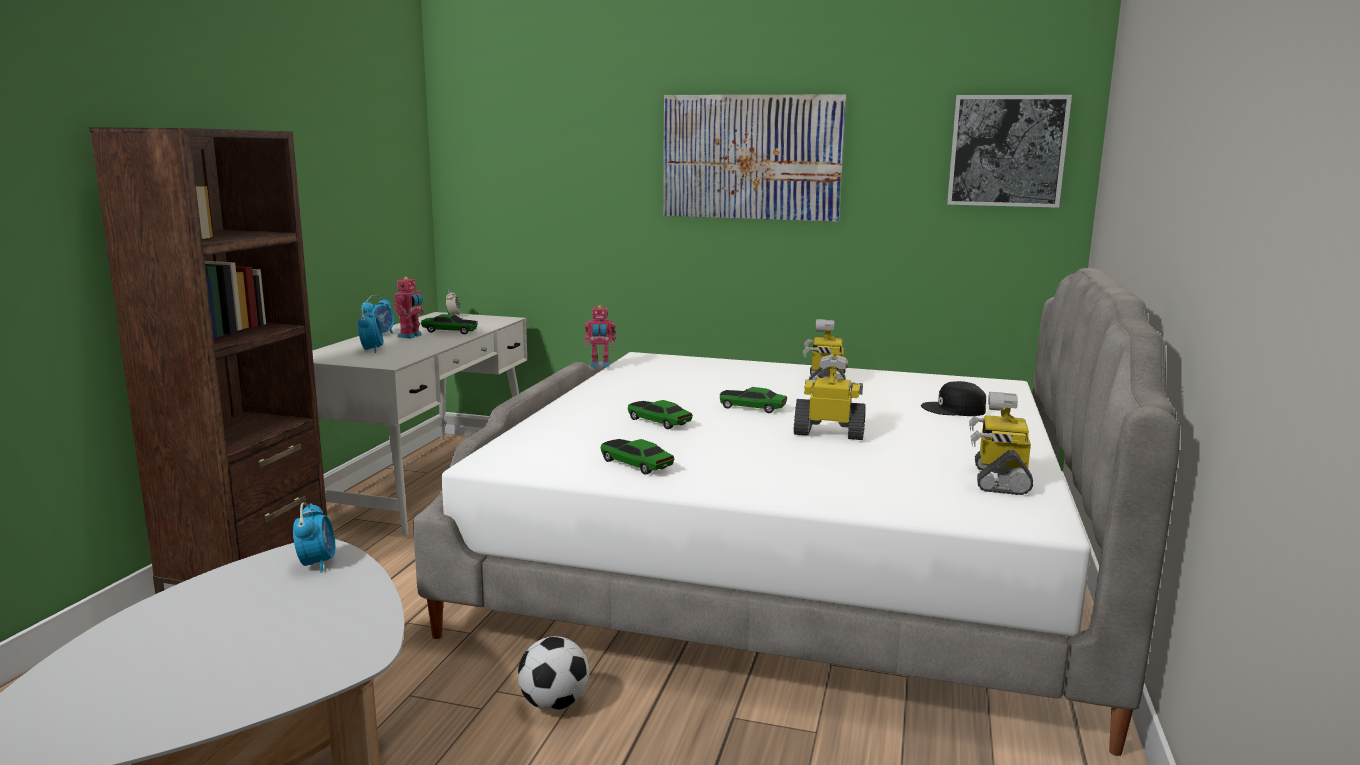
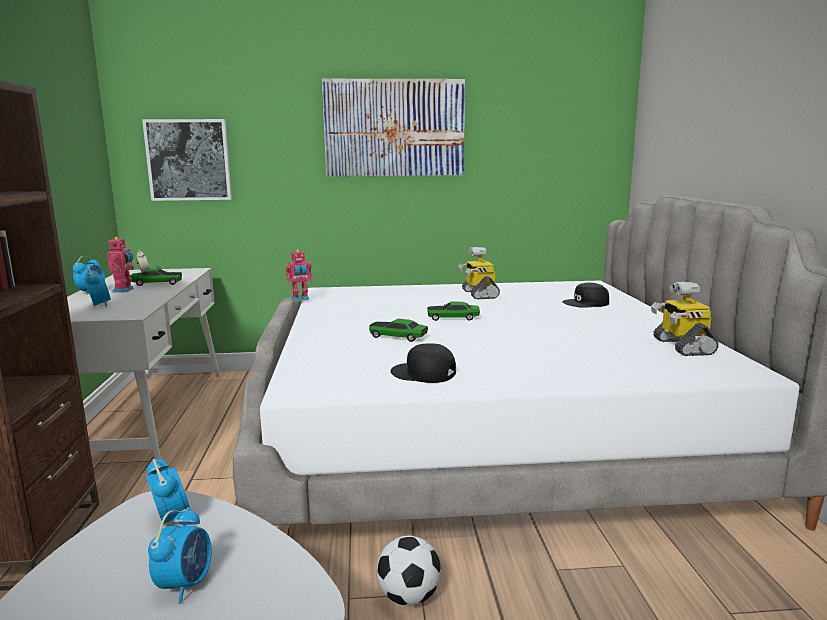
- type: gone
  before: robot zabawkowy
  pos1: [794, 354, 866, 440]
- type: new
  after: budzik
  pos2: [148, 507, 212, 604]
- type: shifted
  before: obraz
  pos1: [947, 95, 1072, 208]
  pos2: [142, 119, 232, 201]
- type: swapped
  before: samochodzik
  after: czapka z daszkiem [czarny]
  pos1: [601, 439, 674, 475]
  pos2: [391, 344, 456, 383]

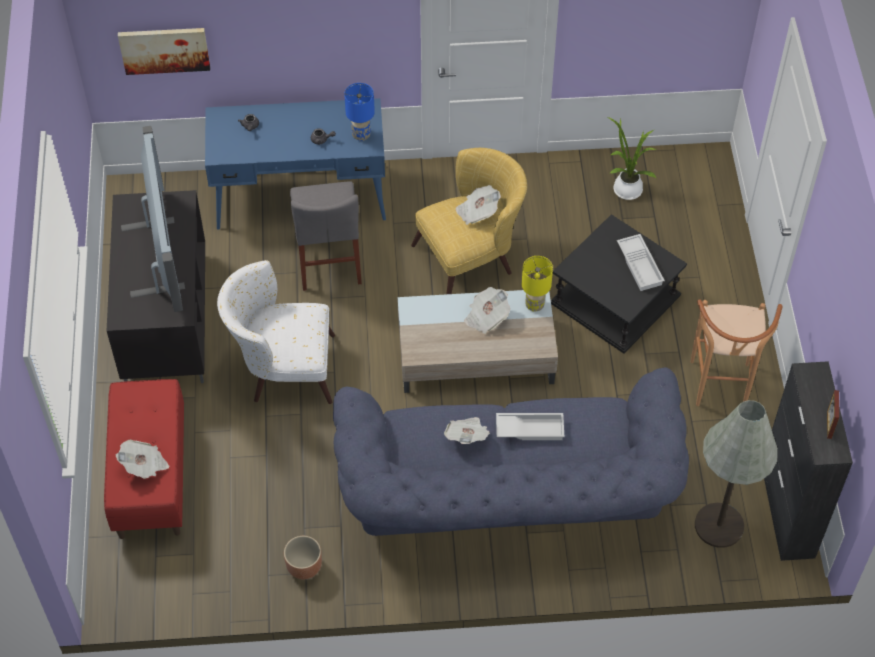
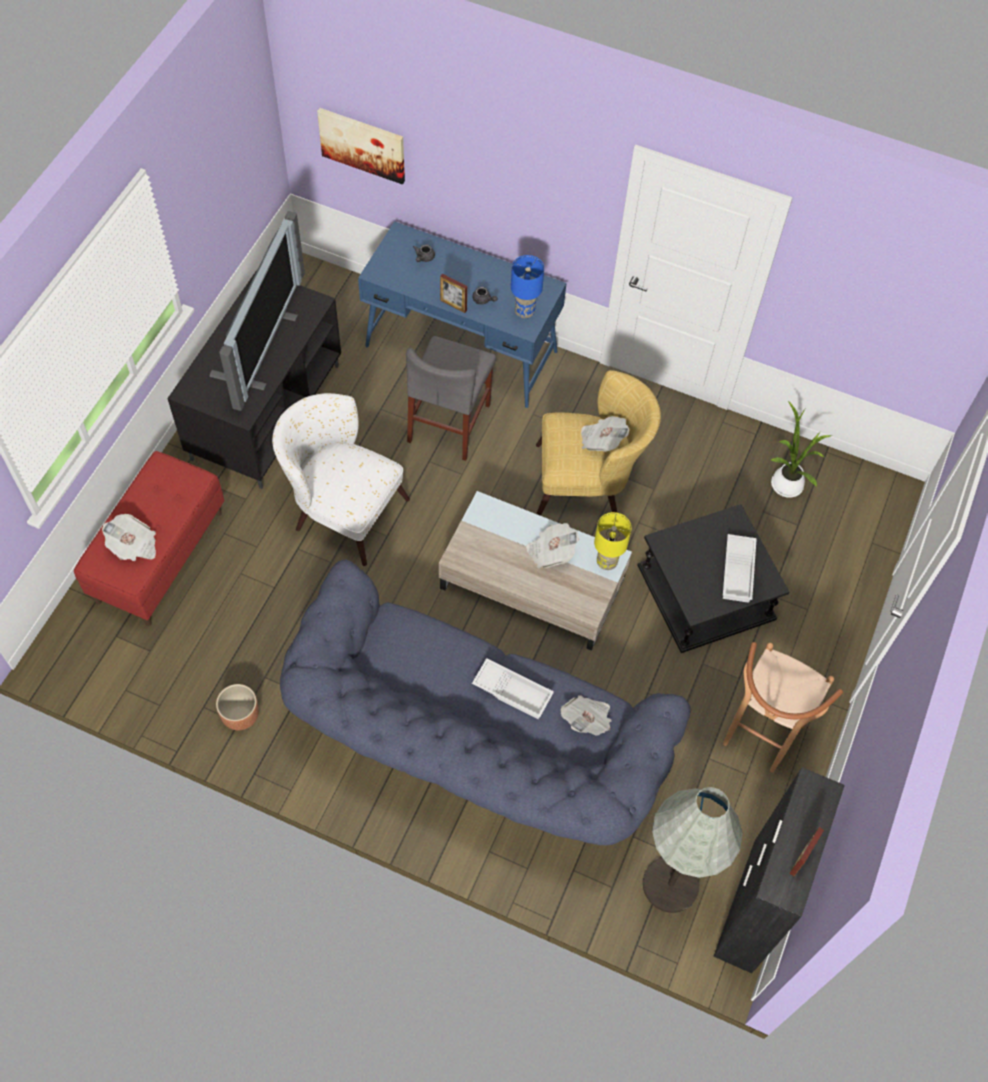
- type: new
  after: ramka na zdjęcie
  pos2: [440, 274, 467, 313]
- type: shifted
  before: gazeta
  pos1: [444, 417, 490, 444]
  pos2: [561, 695, 612, 736]

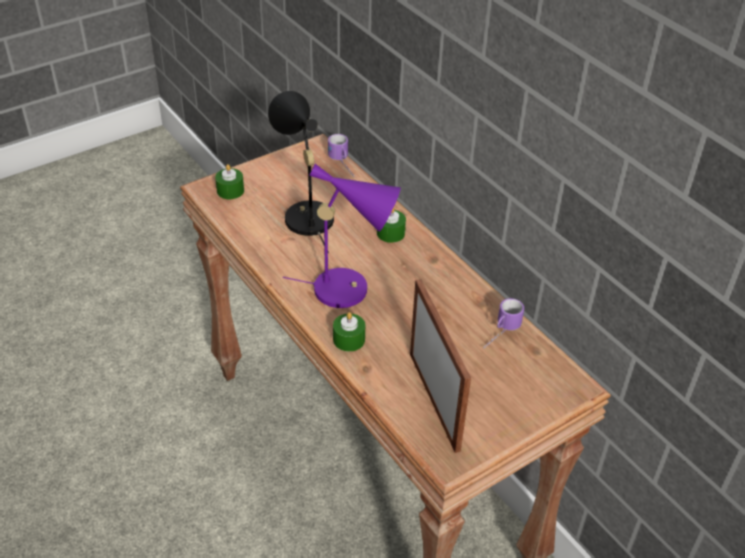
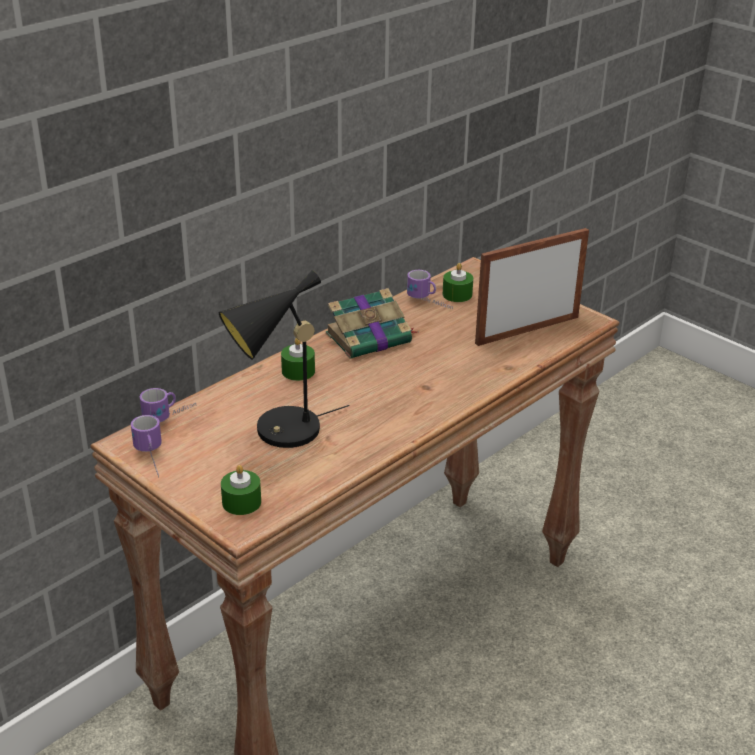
- type: gone
  before: lampa stołowa [fioletowy]
  pos1: [283, 164, 401, 308]
- type: new
  after: kubek
  pos2: [131, 415, 162, 478]
- type: new
  after: książka
  pos2: [326, 288, 417, 359]
- type: shifted
  before: świeca [zielony]
  pos1: [333, 312, 365, 352]
  pos2: [443, 263, 473, 302]

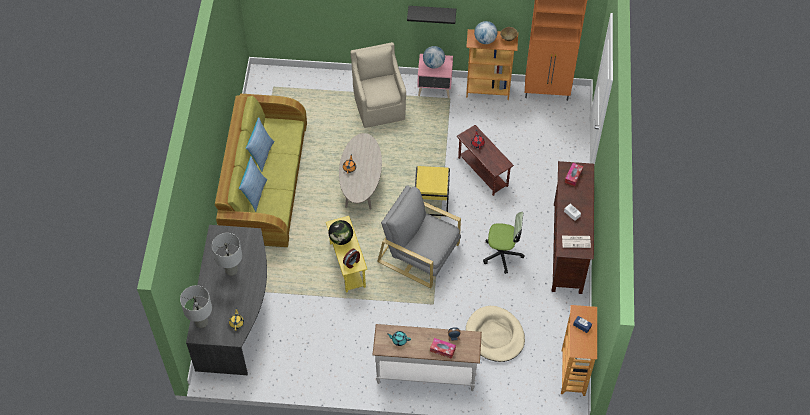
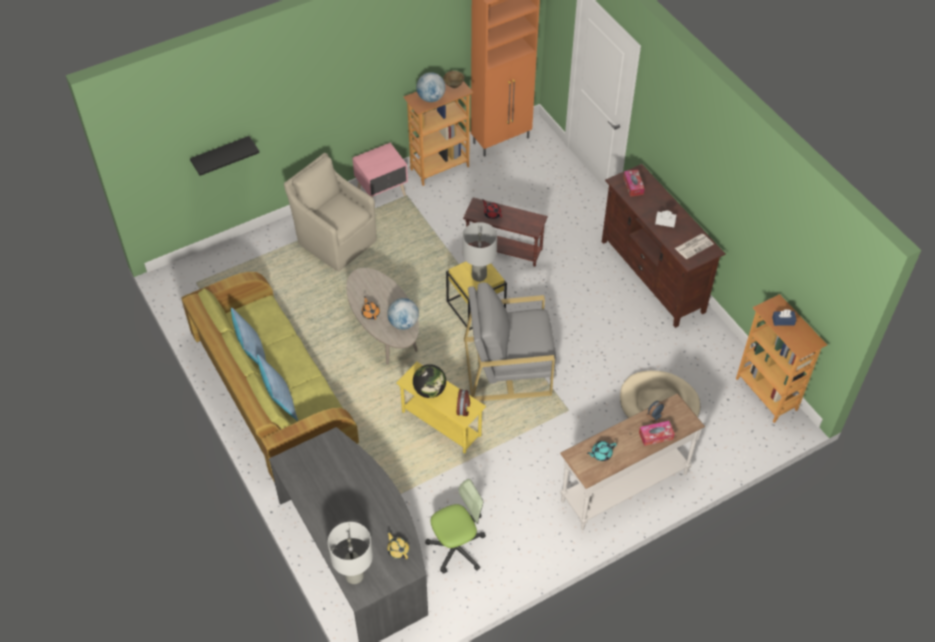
- type: shifted
  before: lampa stołowa [szary]
  pos1: [212, 233, 242, 276]
  pos2: [462, 222, 497, 282]
- type: shifted
  before: półka [czarny]
  pos1: [407, 6, 456, 24]
  pos2: [190, 136, 260, 176]
- type: shifted
  before: globus
  pos1: [423, 46, 445, 68]
  pos2: [387, 298, 419, 330]
- type: shifted
  before: krzesło biurowe
  pos1: [483, 212, 524, 274]
  pos2: [425, 479, 486, 574]

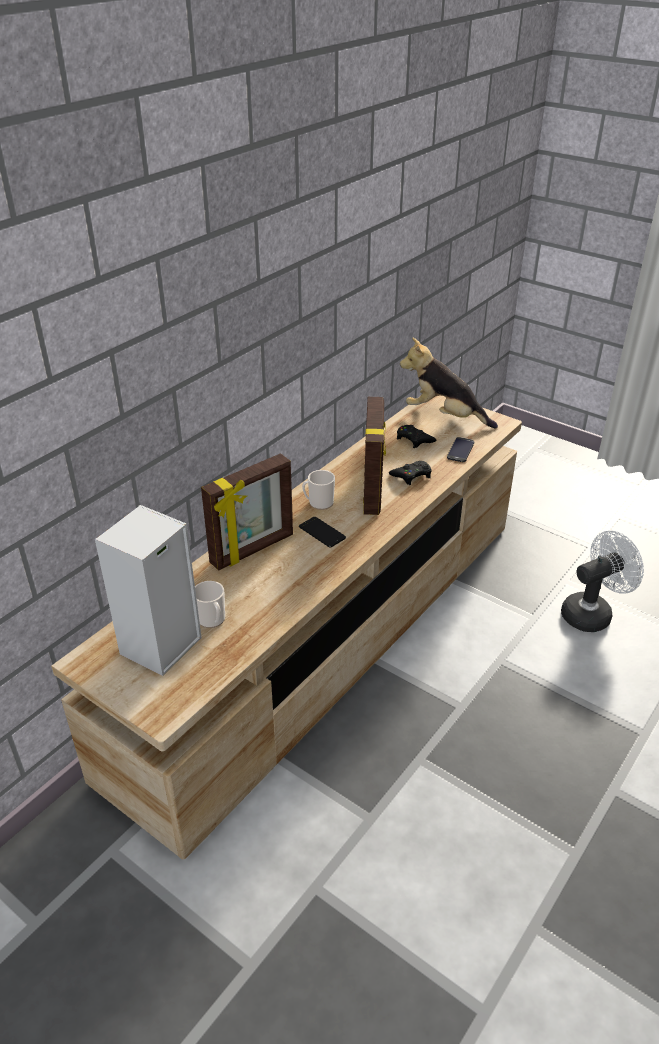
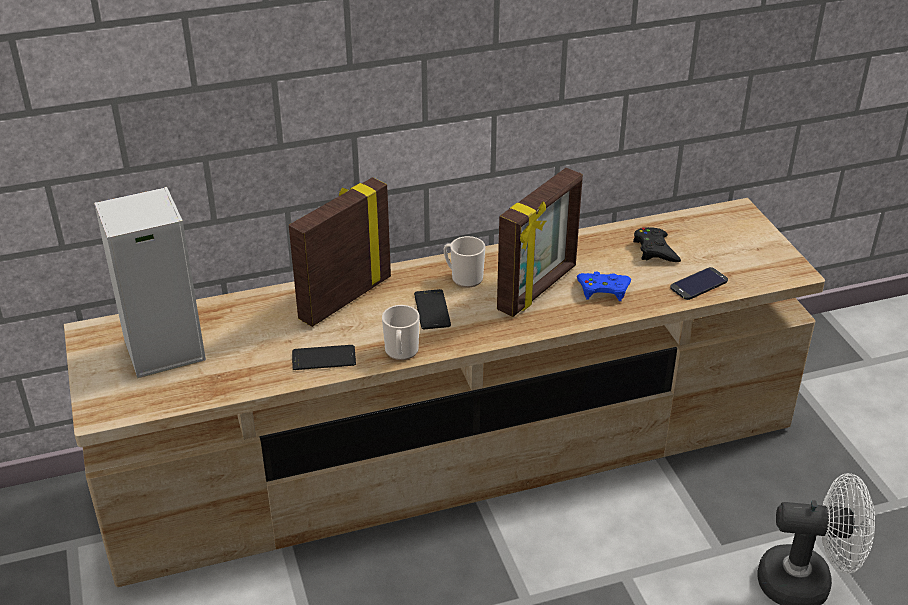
- type: gone
  before: pluszak
  pos1: [400, 337, 498, 429]
- type: new
  after: telefon
  pos2: [292, 345, 356, 370]
- type: shifted
  before: kubek
  pos1: [195, 581, 225, 628]
  pos2: [382, 305, 420, 360]
- type: repainted
  before: pad do gier [czarny]
  after: pad do gier [niebieski]
  pos1: [389, 461, 432, 485]
  pos2: [577, 271, 631, 301]
- type: rotated
  before: ramka na zdjęcie
  pos1: [201, 454, 293, 571]
  pos2: [289, 177, 391, 327]
  turn: 135

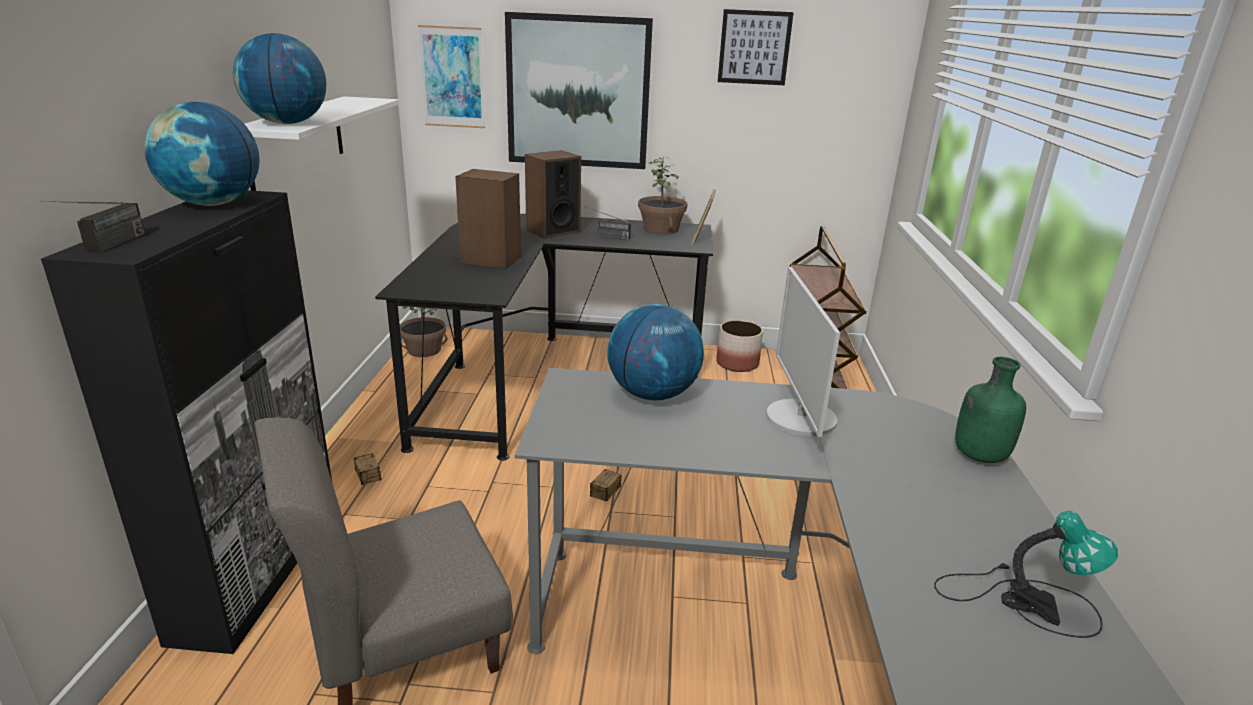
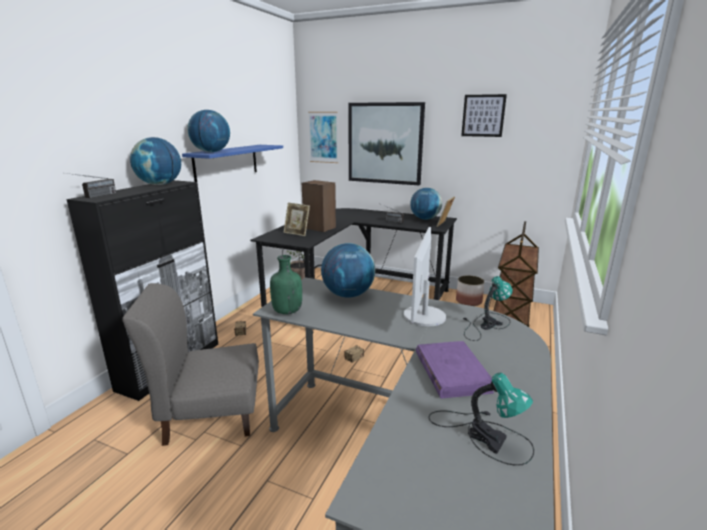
- type: gone
  before: głośnik
  pos1: [525, 150, 581, 239]
- type: new
  after: ramka na zdjęcie
  pos2: [284, 202, 310, 236]
- type: new
  after: książka [fioletowy]
  pos2: [416, 341, 494, 399]
- type: new
  after: lampa stołowa
  pos2: [463, 276, 512, 341]
- type: shifted
  before: butelka [zielony]
  pos1: [955, 357, 1026, 463]
  pos2: [270, 255, 302, 314]
- type: swapped
  before: roślina doniczkowa
  after: globus
  pos1: [638, 157, 688, 234]
  pos2: [410, 188, 442, 220]
- type: repainted
  before: półka [biały]
  after: półka [niebieski]
  pos1: [245, 96, 399, 191]
  pos2: [182, 145, 283, 182]

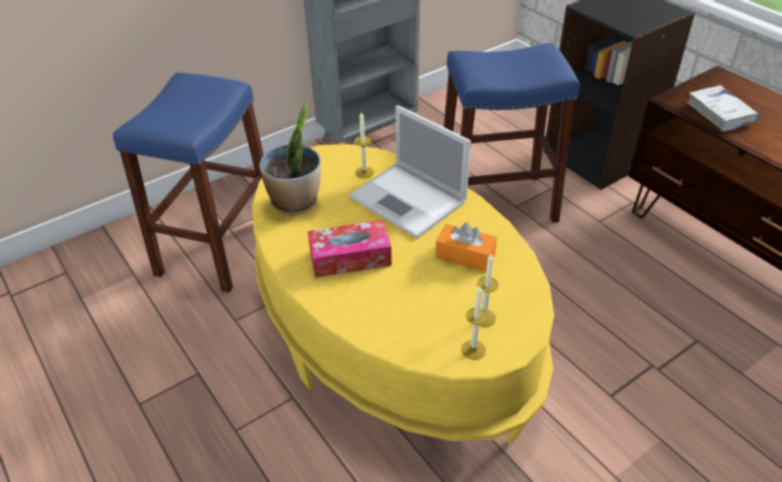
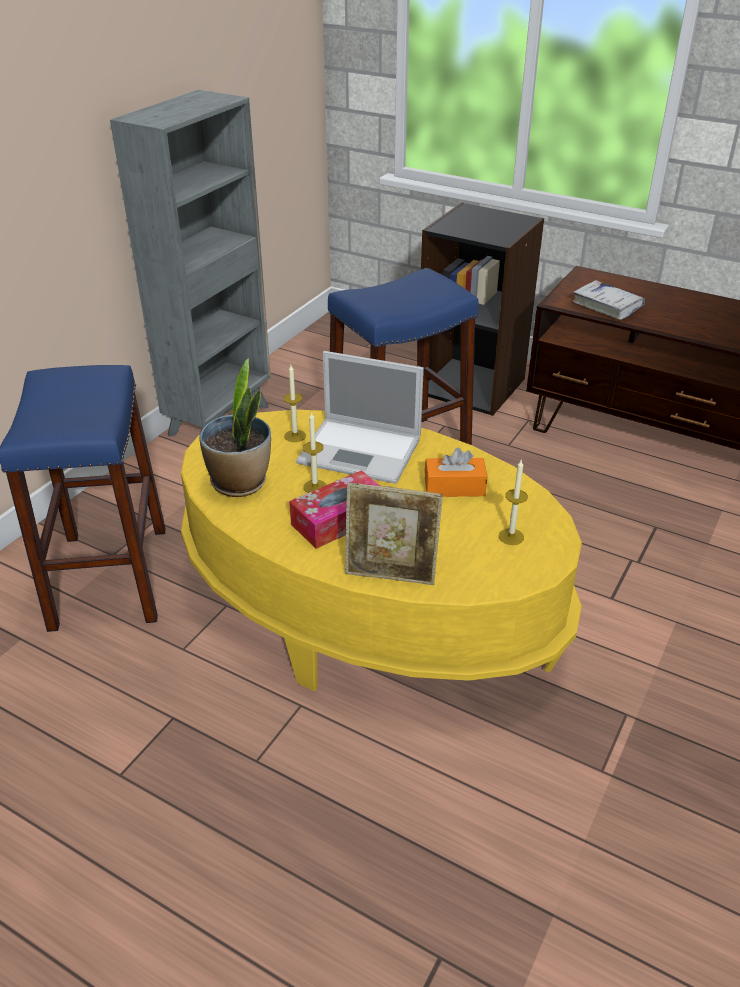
- type: new
  after: ramka na zdjęcie
  pos2: [345, 482, 443, 585]
- type: shifted
  before: świeca
  pos1: [461, 286, 488, 360]
  pos2: [303, 412, 326, 493]

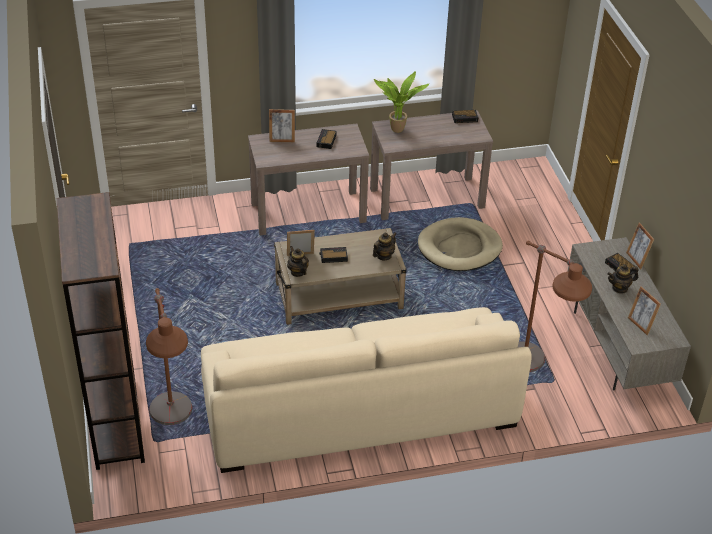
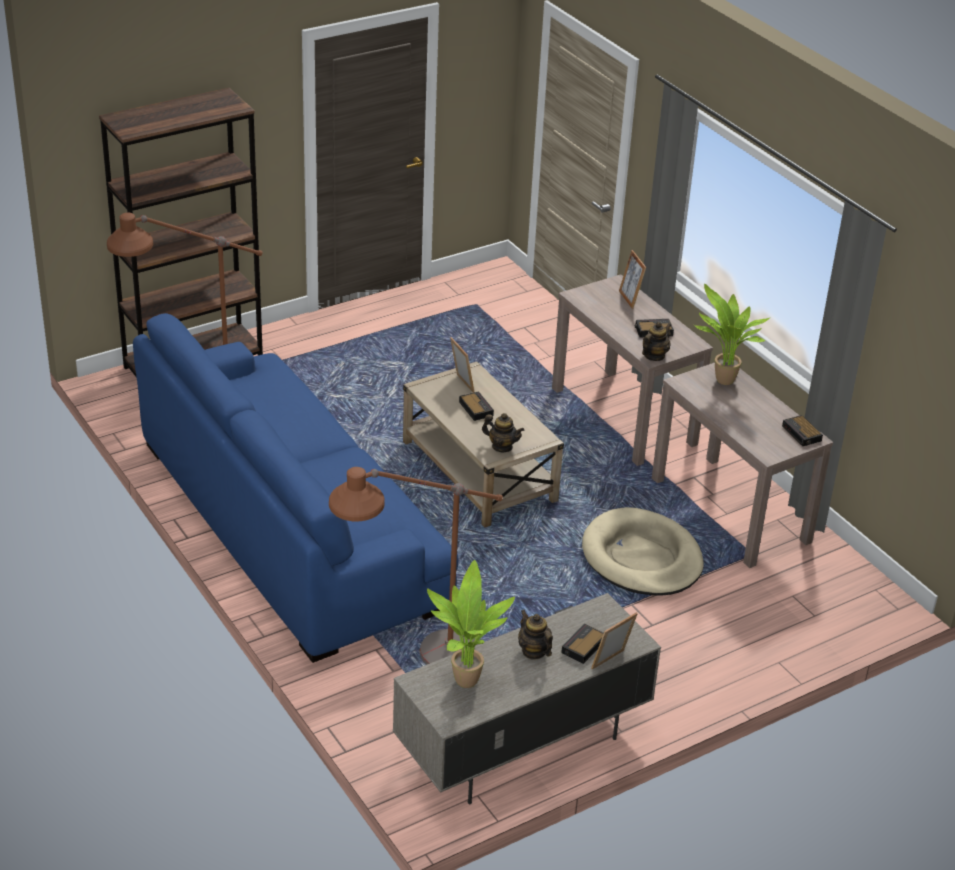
- type: shifted
  before: imbryk
  pos1: [287, 246, 309, 277]
  pos2: [642, 322, 671, 361]
- type: swapped
  before: ramka na zdjęcie
  after: roślina doniczkowa
  pos1: [628, 286, 661, 335]
  pos2: [427, 560, 515, 688]
- type: repainted
  before: kanapa [beżowy]
  after: kanapa [niebieski]
  pos1: [201, 307, 532, 473]
  pos2: [133, 313, 458, 663]

